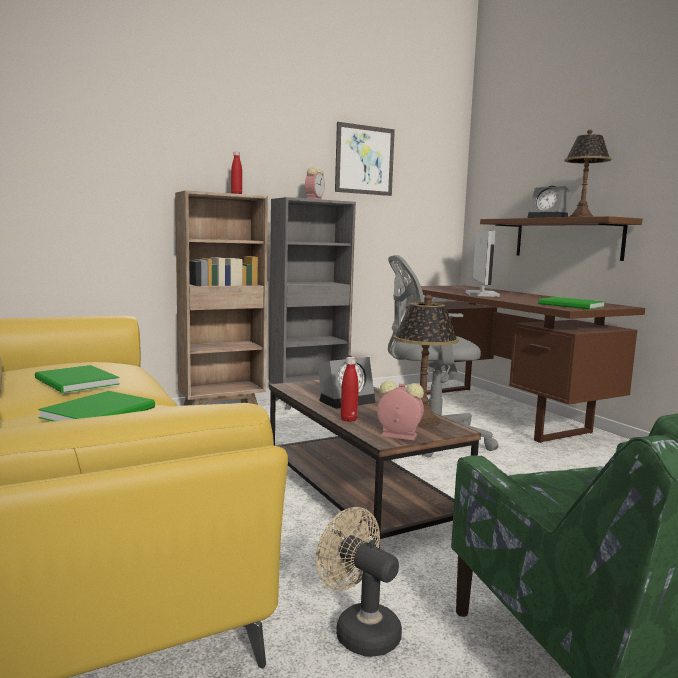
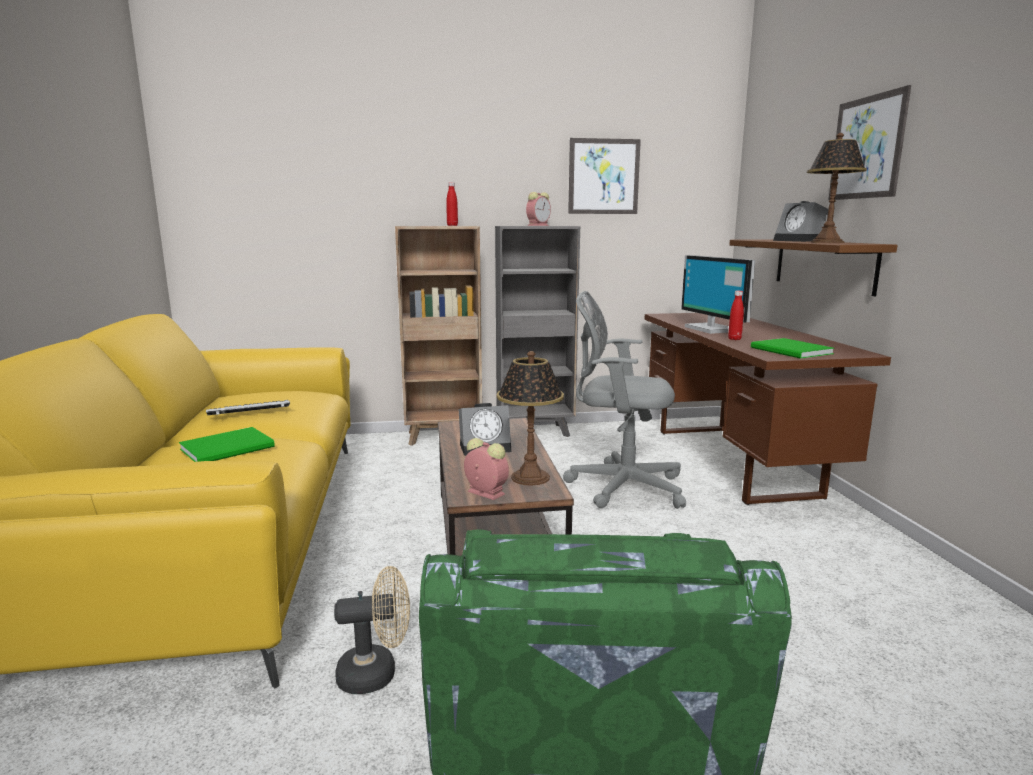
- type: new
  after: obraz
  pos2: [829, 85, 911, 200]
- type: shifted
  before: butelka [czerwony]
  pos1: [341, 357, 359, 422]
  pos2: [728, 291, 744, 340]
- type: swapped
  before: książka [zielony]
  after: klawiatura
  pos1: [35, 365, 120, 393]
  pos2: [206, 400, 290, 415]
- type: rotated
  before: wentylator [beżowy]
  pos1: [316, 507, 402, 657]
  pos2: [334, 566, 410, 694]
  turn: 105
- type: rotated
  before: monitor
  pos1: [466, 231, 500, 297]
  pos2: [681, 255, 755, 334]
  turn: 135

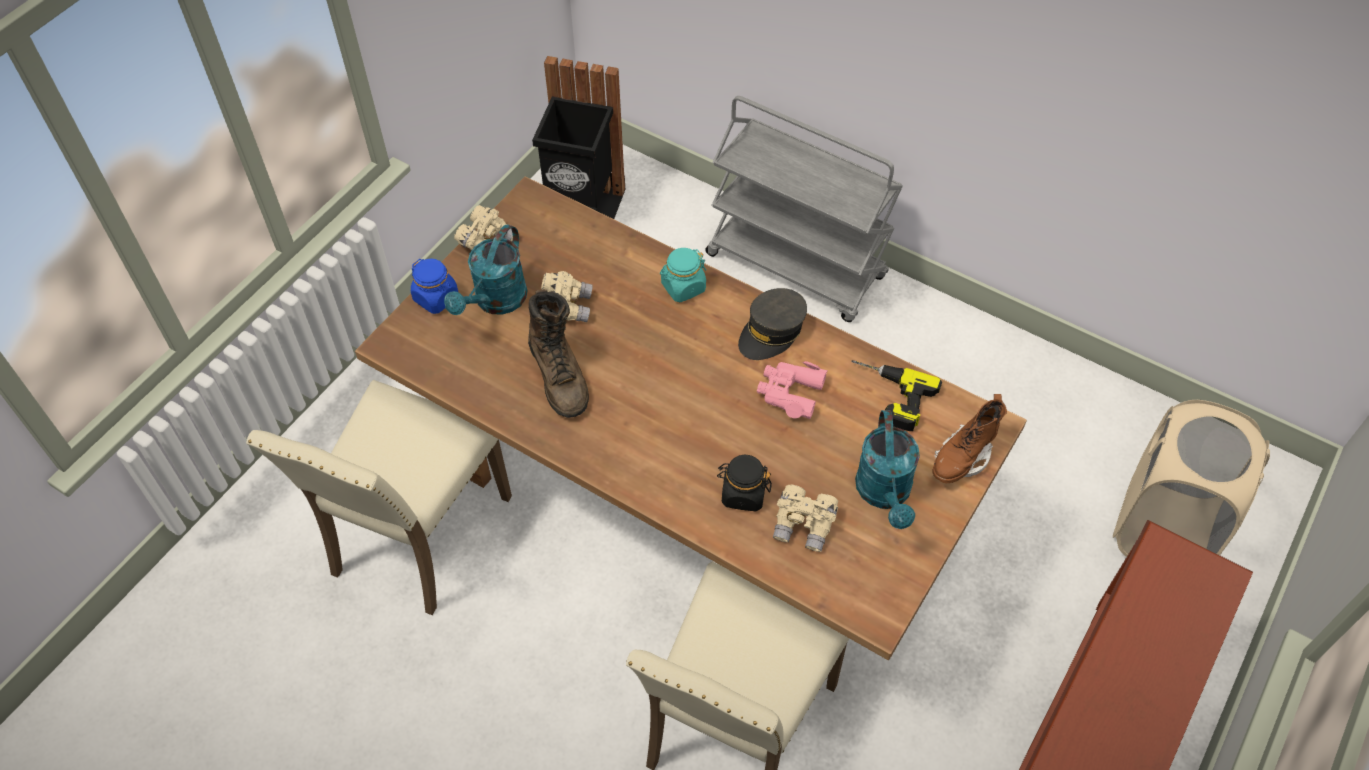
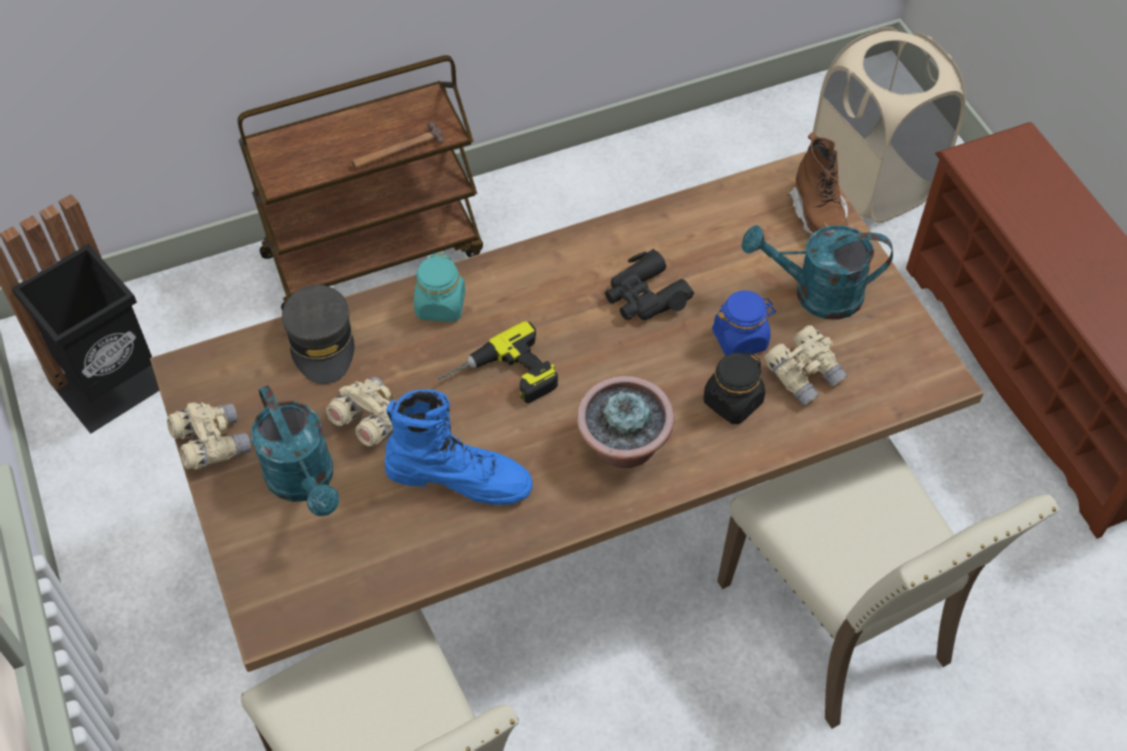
- type: new
  after: młotek
  pos2: [352, 121, 444, 169]
- type: new
  after: roślina doniczkowa
  pos2: [577, 376, 674, 468]
- type: shifted
  before: słoik [niebieski]
  pos1: [411, 259, 458, 314]
  pos2: [712, 290, 776, 356]
- type: shifted
  before: czapka z daszkiem [szary]
  pos1: [738, 288, 807, 360]
  pos2: [282, 285, 354, 384]
- type: shifted
  before: wiertarka
  pos1: [852, 360, 942, 431]
  pos2: [438, 321, 558, 404]
- type: repainted
  before: but z cholewką [brązowy]
  after: but z cholewką [niebieski]
  pos1: [528, 289, 589, 418]
  pos2: [385, 389, 533, 505]
- type: repainted
  before: wózek [szary]
  after: wózek [brązowy]
  pos1: [705, 96, 903, 322]
  pos2: [238, 55, 483, 311]
- type: repainted
  before: lornetka [różowy]
  after: lornetka [czarny]
  pos1: [757, 361, 828, 419]
  pos2: [605, 249, 694, 320]
- type: rotated
  before: konewka [turkusowy]
  pos1: [855, 410, 920, 529]
  pos2: [742, 225, 893, 320]
  turn: 150

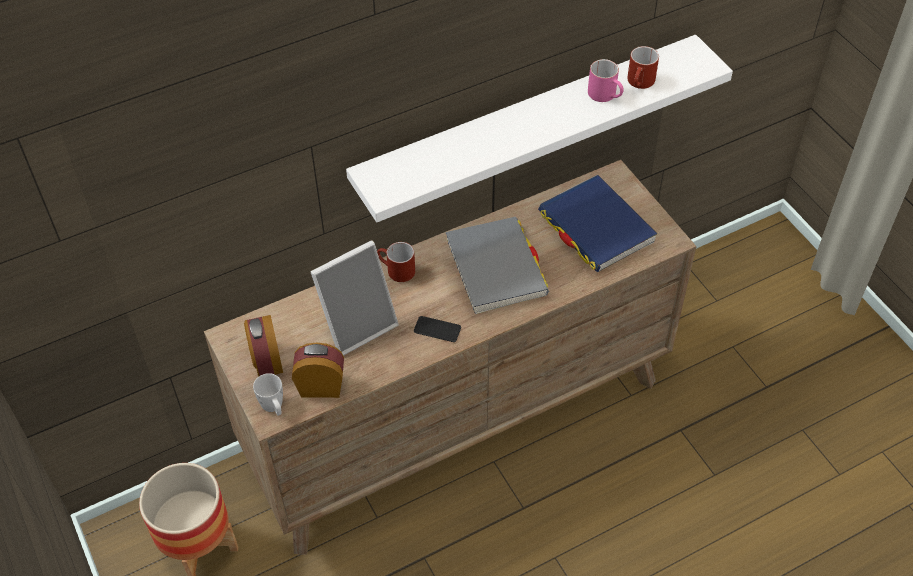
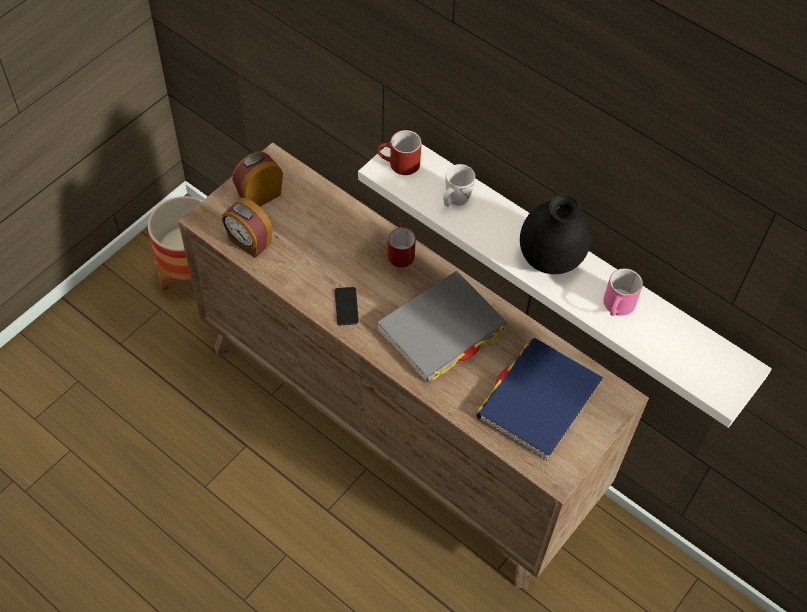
- type: gone
  before: ramka na zdjęcie
  pos1: [311, 240, 399, 356]
- type: new
  after: wazon [czarny]
  pos2: [520, 194, 591, 274]
- type: shifted
  before: kubek [biały]
  pos1: [253, 373, 283, 416]
  pos2: [443, 164, 475, 207]
- type: shifted
  before: kubek [czerwony]
  pos1: [627, 46, 659, 89]
  pos2: [377, 130, 422, 175]
- type: rotated
  before: budzik
  pos1: [292, 343, 344, 398]
  pos2: [222, 198, 273, 258]
  turn: 150

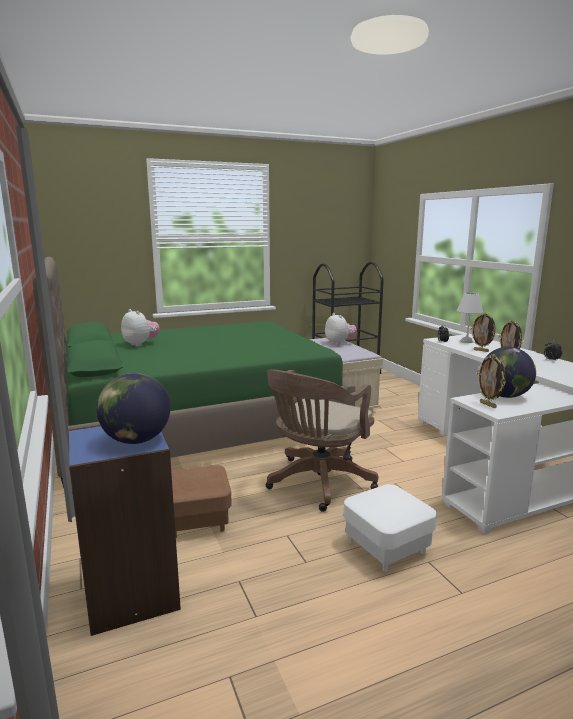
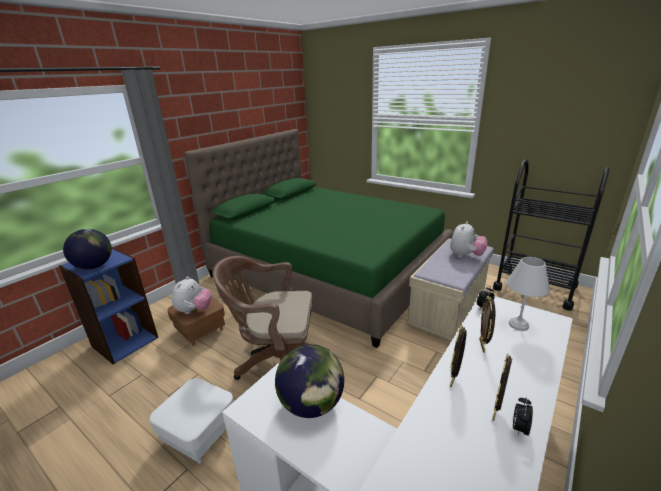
- type: shifted
  before: pluszak
  pos1: [121, 309, 160, 347]
  pos2: [172, 276, 212, 314]
- type: shifted
  before: ramka na zdjęcie
  pos1: [477, 354, 506, 408]
  pos2: [492, 353, 512, 421]

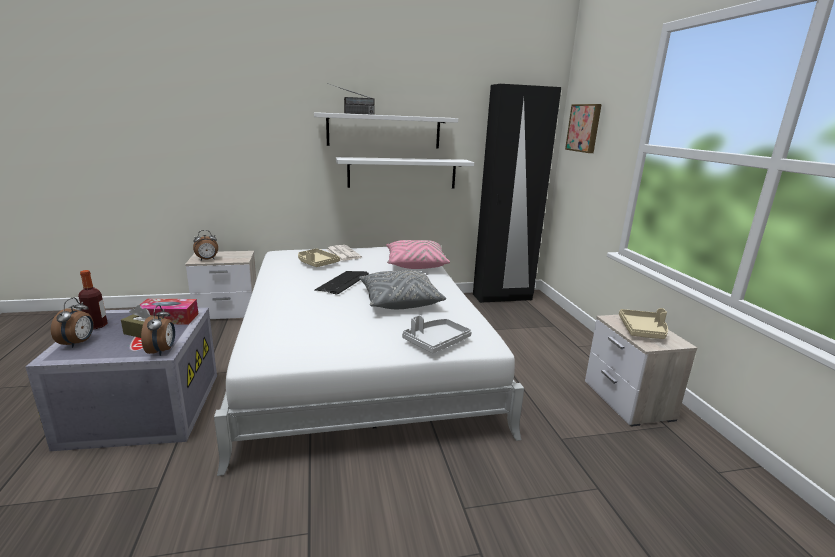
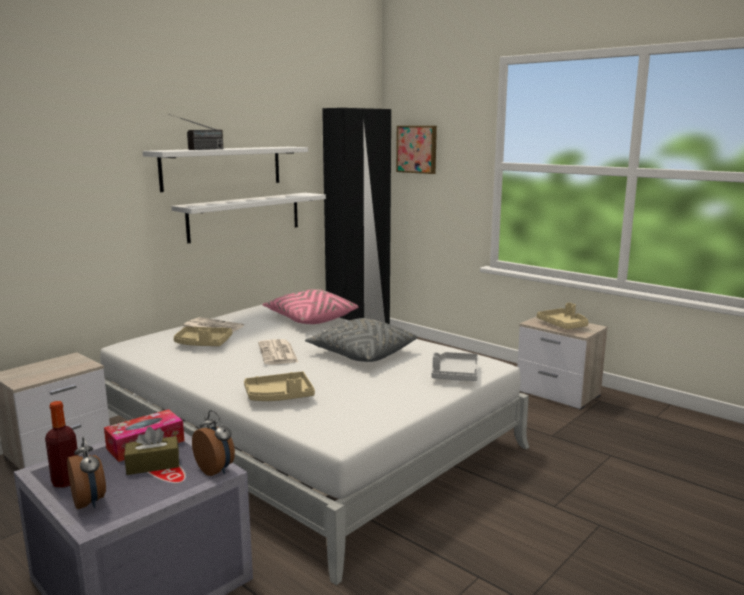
- type: gone
  before: budzik
  pos1: [193, 230, 218, 260]
- type: new
  after: taca [beżowy]
  pos2: [244, 371, 315, 401]
- type: swapped
  before: klawiatura
  after: gazeta
  pos1: [314, 271, 369, 295]
  pos2: [258, 339, 298, 365]

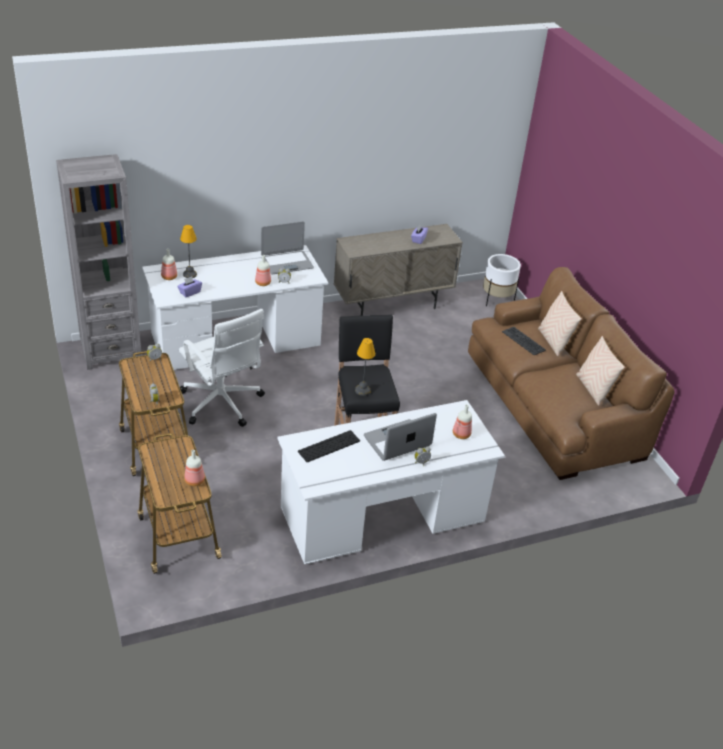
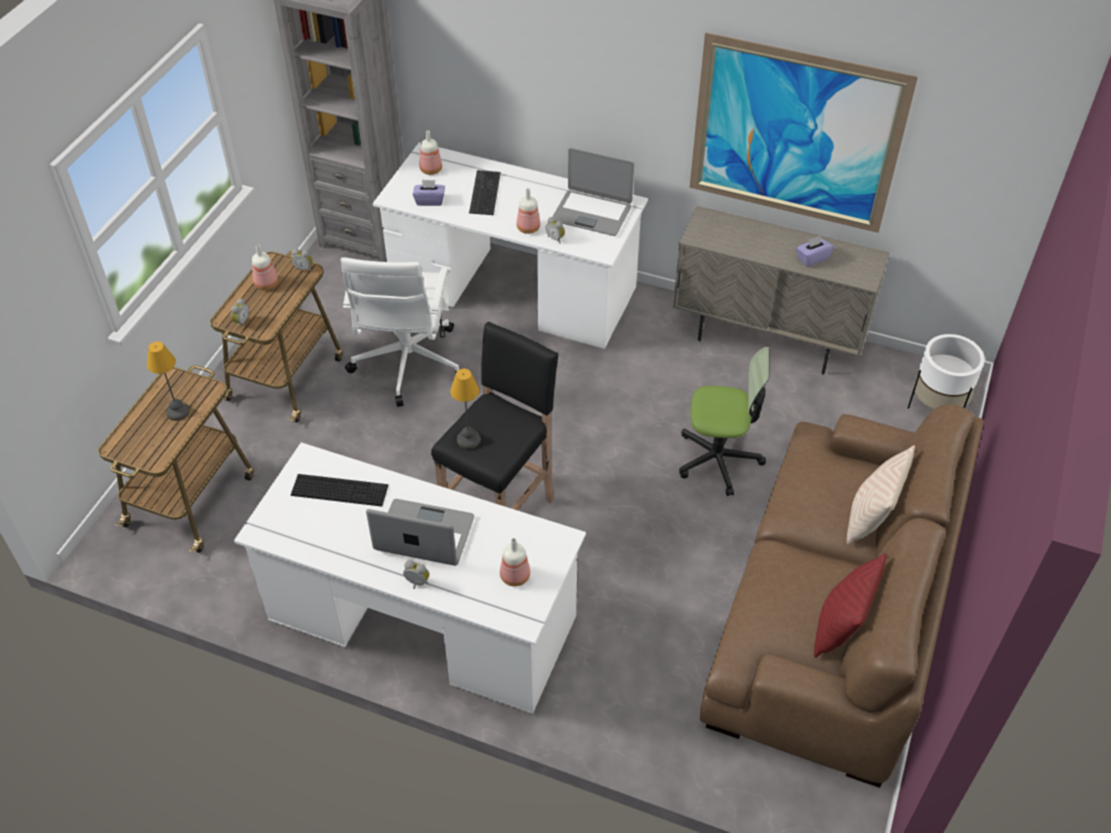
- type: new
  after: krzesło biurowe
  pos2: [679, 347, 770, 496]
- type: new
  after: obraz
  pos2: [689, 32, 918, 233]
- type: shifted
  before: lampa stołowa
  pos1: [180, 225, 197, 278]
  pos2: [147, 341, 190, 421]
- type: shifted
  before: butelka
  pos1: [184, 450, 205, 486]
  pos2: [252, 245, 278, 290]
- type: shifted
  before: klawiatura
  pos1: [502, 327, 546, 355]
  pos2: [469, 170, 501, 215]
- type: repainted
  before: poduszka [beżowy]
  after: poduszka [czerwony]
  pos1: [576, 336, 625, 406]
  pos2: [814, 553, 887, 658]

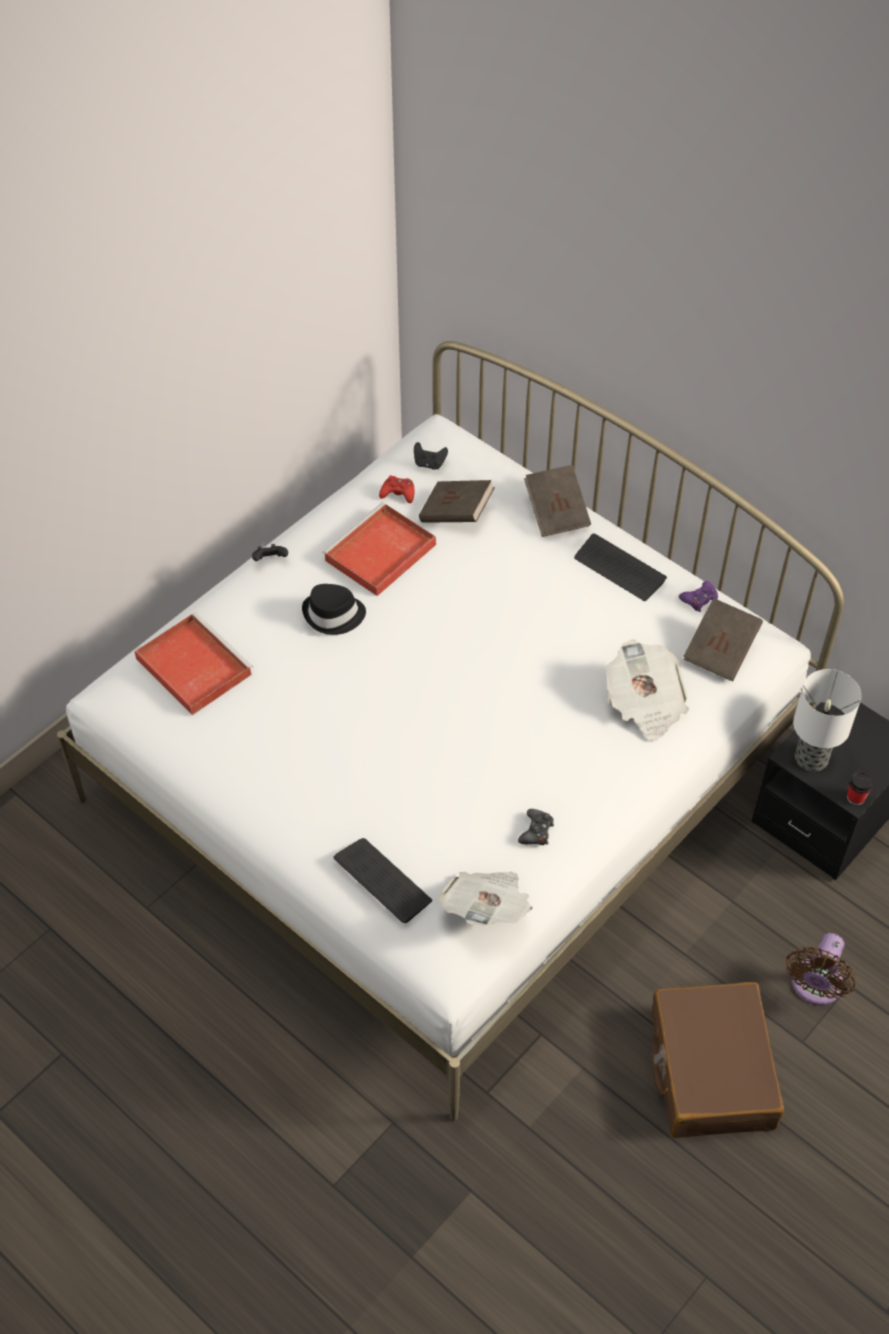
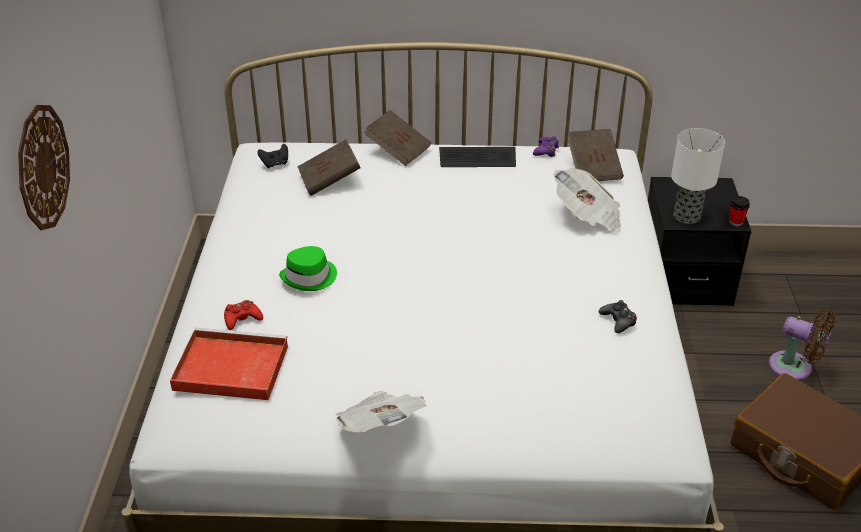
- type: gone
  before: pad do gier [czarny]
  pos1: [252, 544, 288, 561]
- type: gone
  before: taca [czerwony]
  pos1: [322, 502, 436, 596]
- type: gone
  before: klawiatura
  pos1: [333, 838, 432, 923]
- type: new
  after: zegar ścienny
  pos2: [18, 105, 70, 230]
- type: shifted
  before: pad do gier [czerwony]
  pos1: [379, 476, 414, 503]
  pos2: [224, 300, 263, 330]
- type: shifted
  before: gazeta
  pos1: [438, 872, 532, 926]
  pos2: [335, 391, 427, 433]
- type: repainted
  before: kapelusz [czarny]
  after: kapelusz [zielony]
  pos1: [302, 584, 366, 635]
  pos2: [279, 246, 337, 291]
- type: rotated
  before: wentylator [brązowy]
  pos1: [786, 933, 855, 1005]
  pos2: [769, 309, 836, 381]
  turn: -45

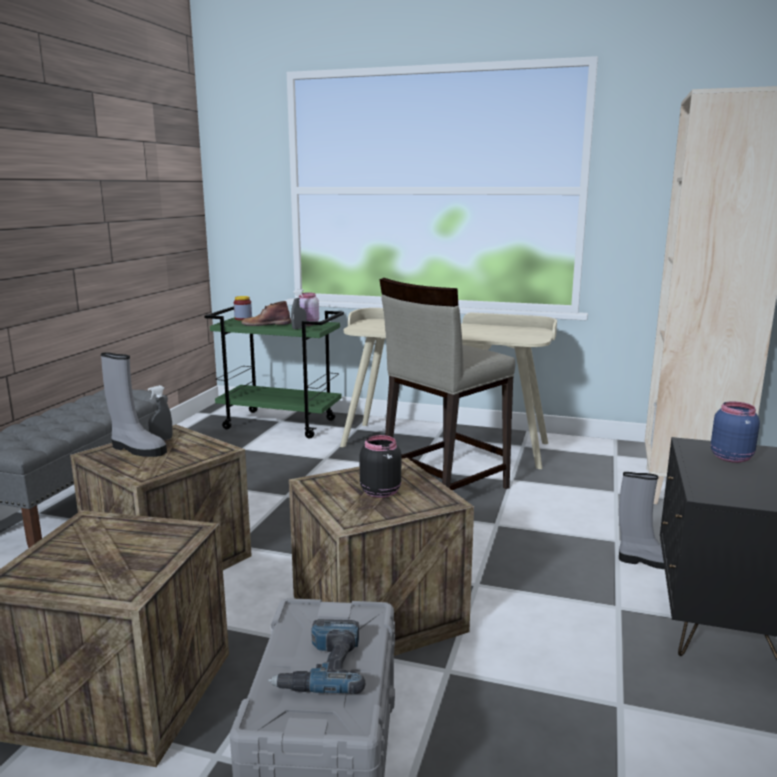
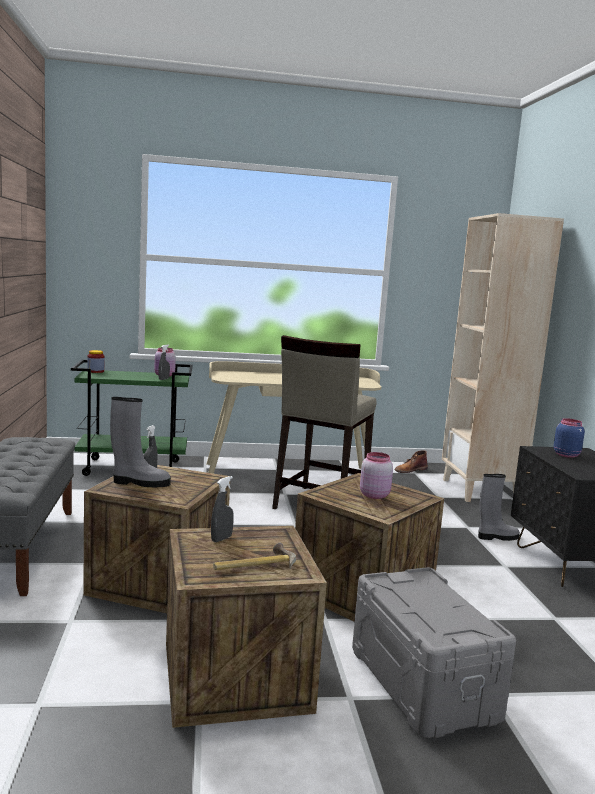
- type: gone
  before: wiertarka
  pos1: [268, 619, 365, 694]
- type: new
  after: spryskiwacz [szary]
  pos2: [211, 476, 234, 542]
- type: new
  after: młotek
  pos2: [213, 543, 296, 570]
- type: shifted
  before: but z cholewką [brązowy]
  pos1: [241, 301, 291, 326]
  pos2: [395, 450, 428, 473]
- type: repainted
  before: słoik [czarny]
  after: słoik [różowy]
  pos1: [360, 435, 401, 498]
  pos2: [360, 452, 393, 499]

